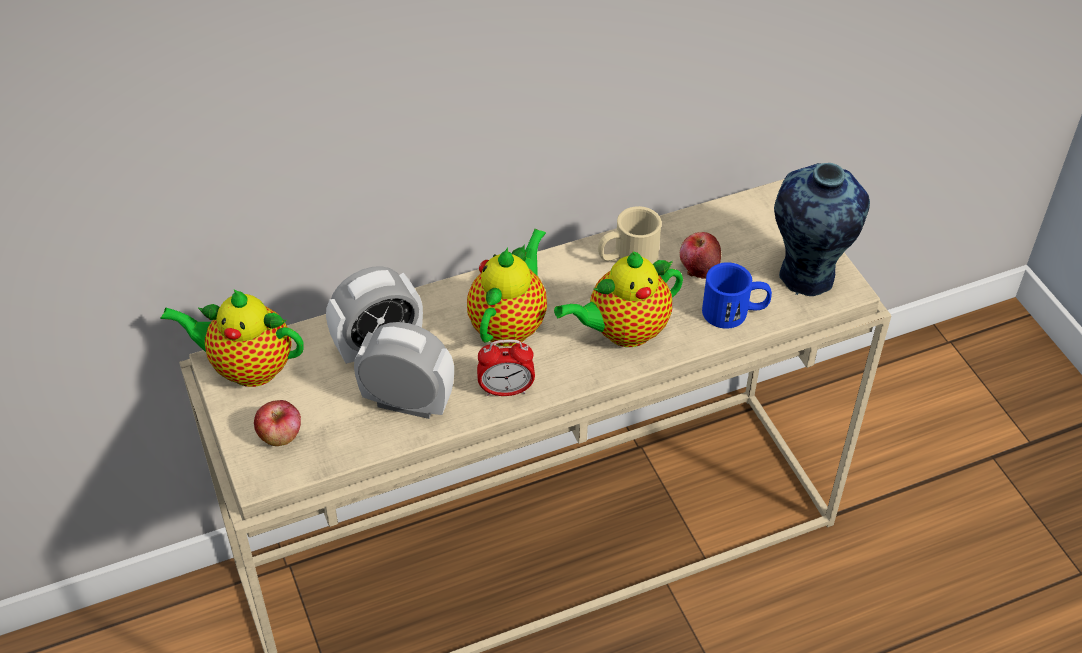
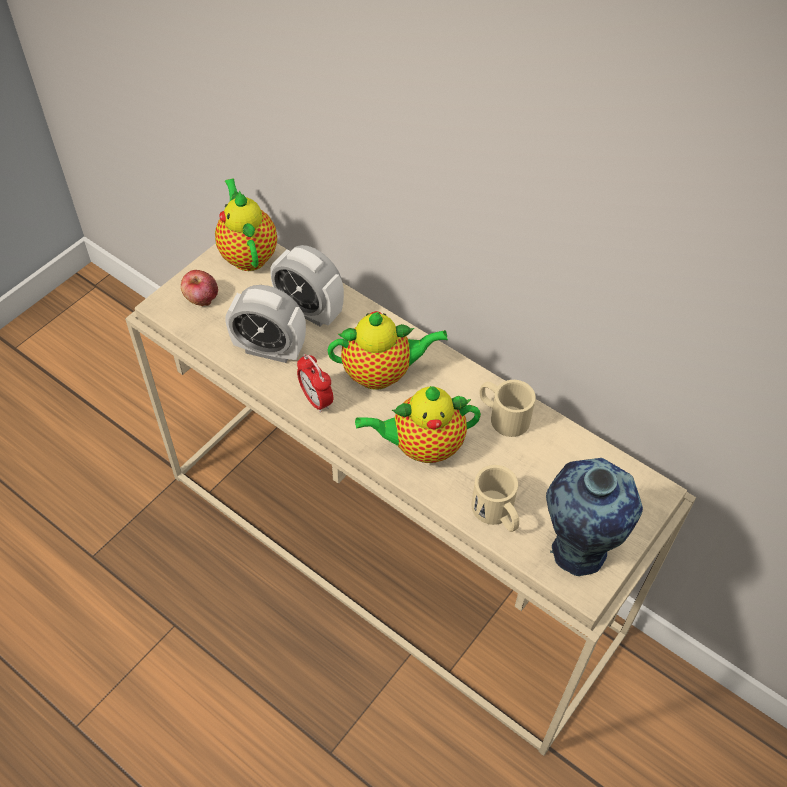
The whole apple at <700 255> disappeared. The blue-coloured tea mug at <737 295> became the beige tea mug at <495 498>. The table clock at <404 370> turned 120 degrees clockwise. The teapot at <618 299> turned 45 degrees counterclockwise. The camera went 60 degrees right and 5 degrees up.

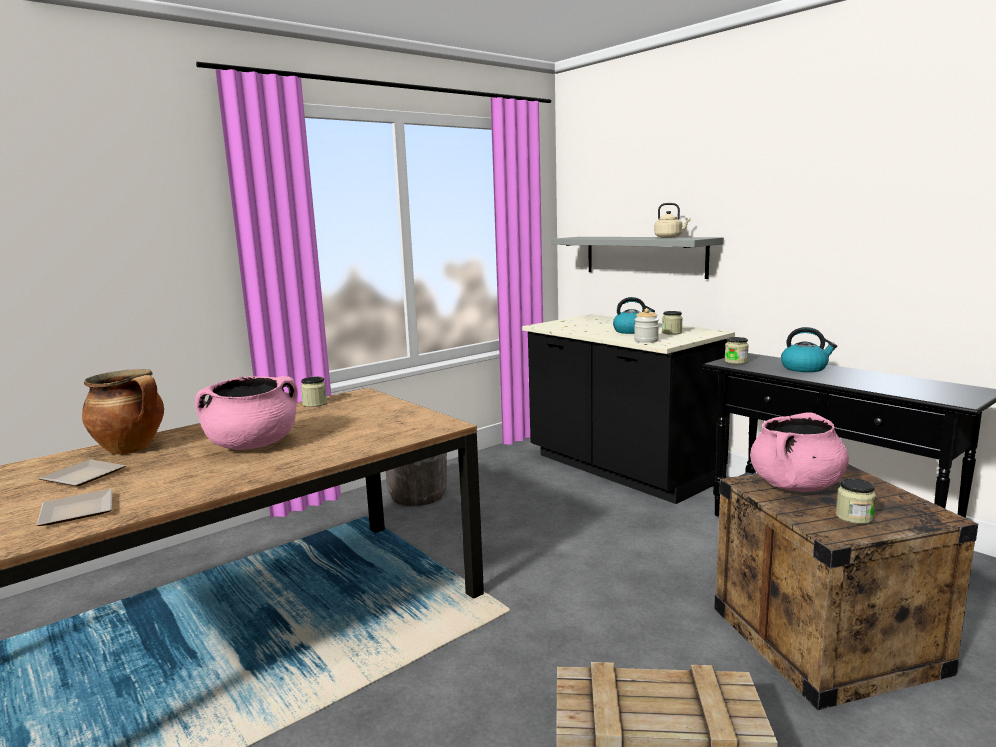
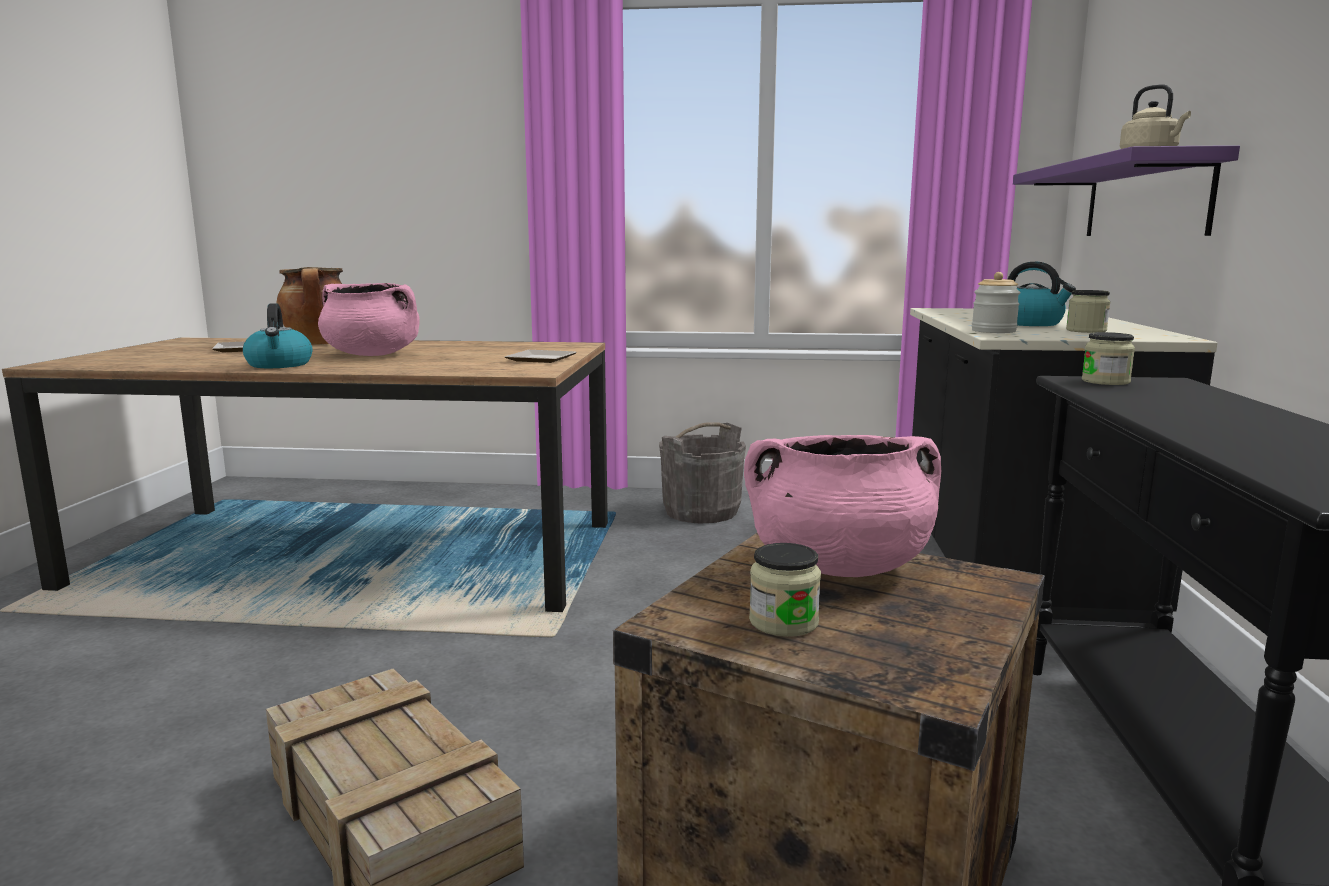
The jar at <314 392> disappeared. The dinner plate moved from <74 507> to <541 356>. The water kettle moved from <809 349> to <277 335>. The gray wall shelf at <637 258> became the purple-coloured wall shelf at <1126 190>. The camera went 45 degrees right and 0 degrees up.

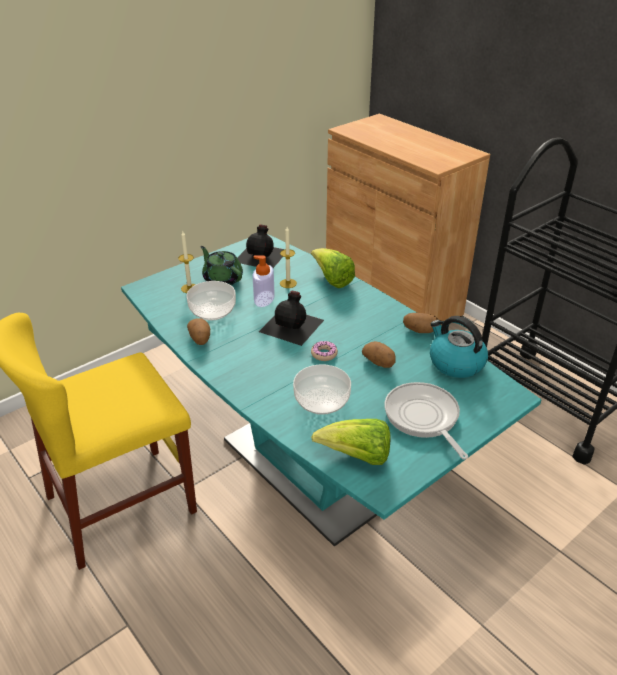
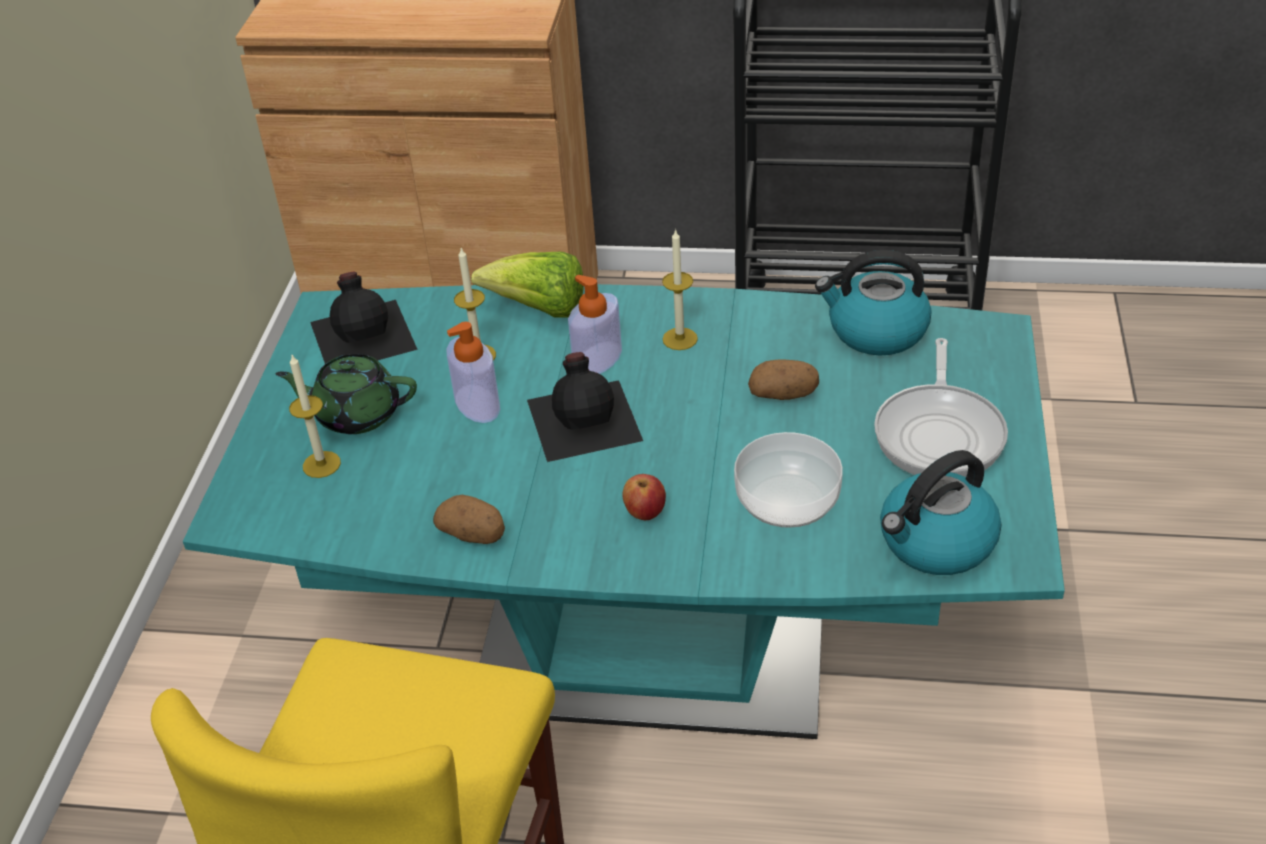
The deep dish at <211 300> disappeared. The doughnut at <324 351> disappeared. The spud at <420 323> disappeared. The soap dispenser at <595 324> appeared. The whole apple at <644 497> appeared. The candle at <680 289> appeared. The lettuce at <351 442> was replaced by the water kettle at <940 512>. The pan at <426 420> turned 105 degrees counterclockwise. The camera went 40 degrees left and 5 degrees up.

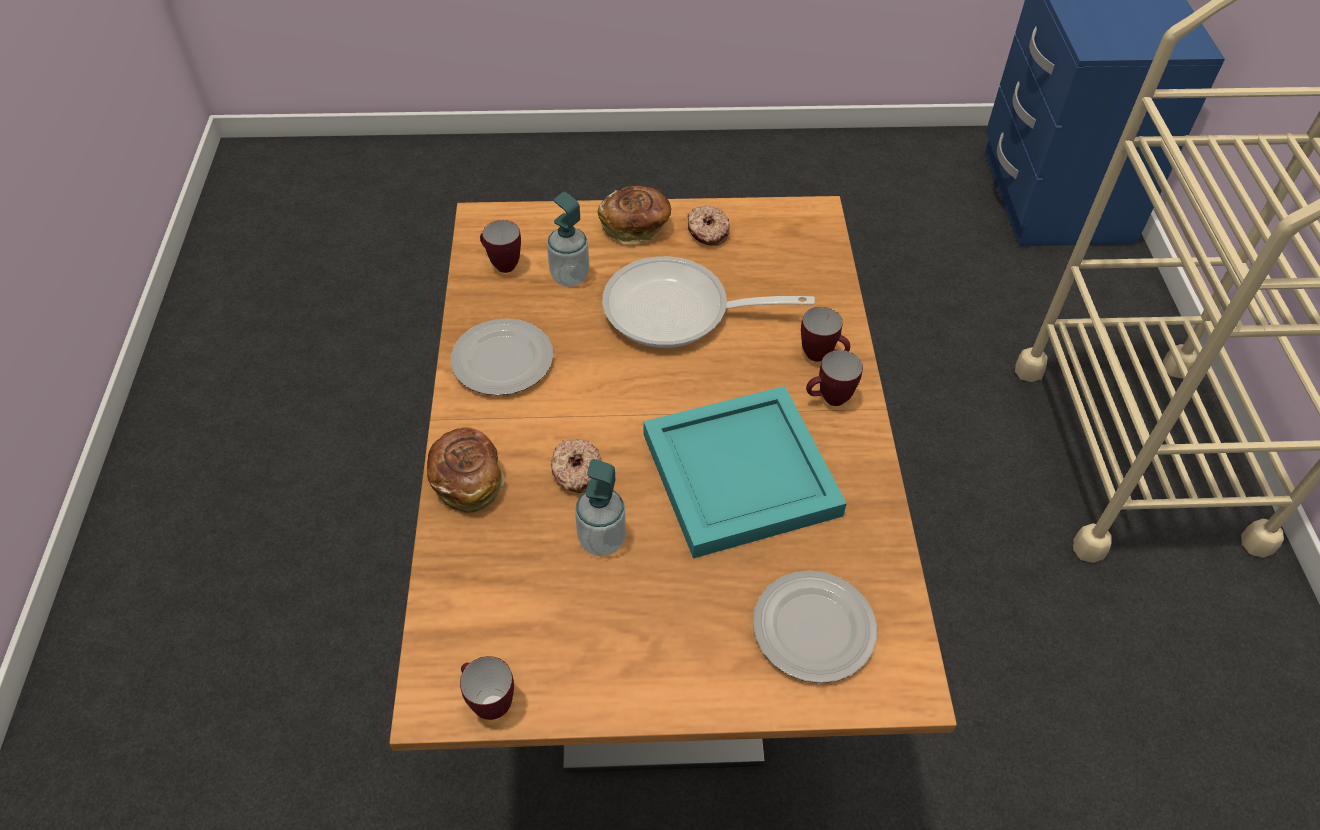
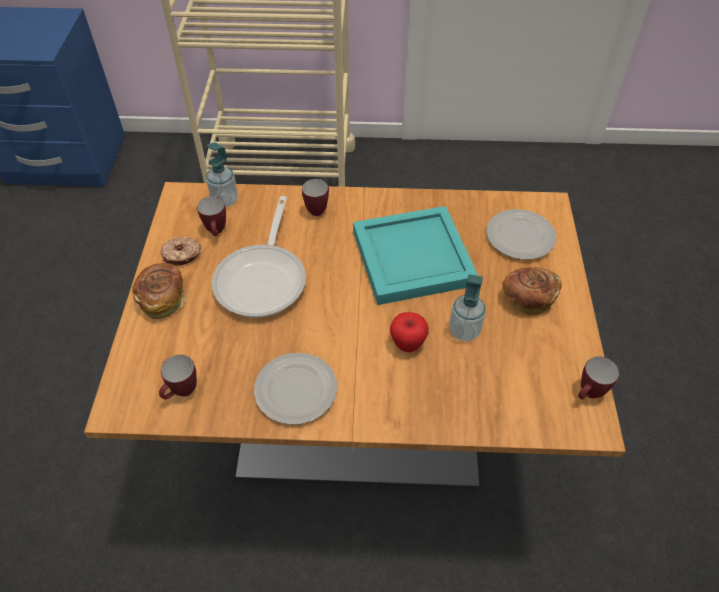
The baked bread moved from <465 470> to <532 291>. The soap dispenser moved from <568 239> to <222 174>. The tea mug moved from <834 378> to <211 216>. The doughnut at <576 466> was replaced by the whole apple at <409 332>. The camera went 85 degrees left and 0 degrees up.

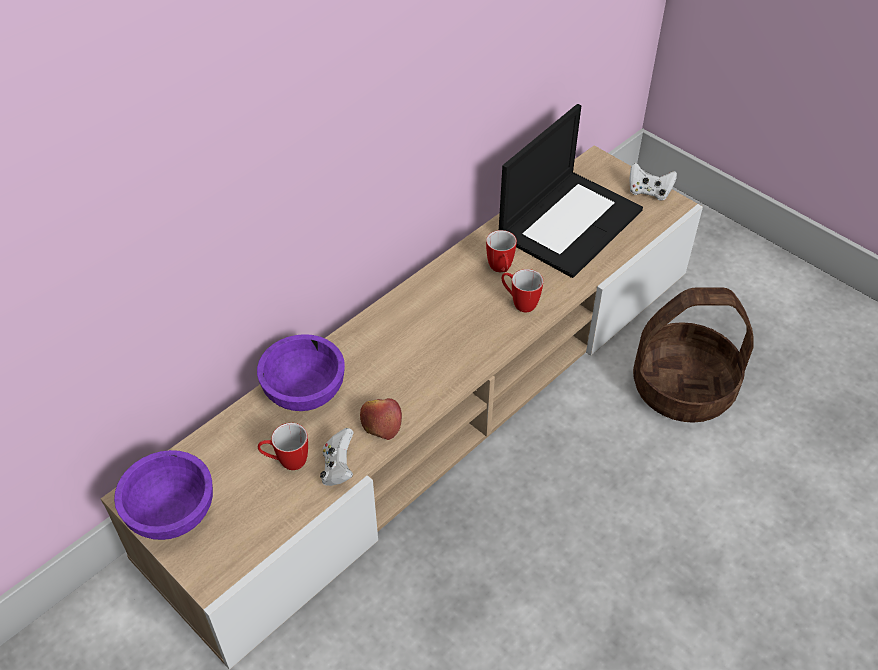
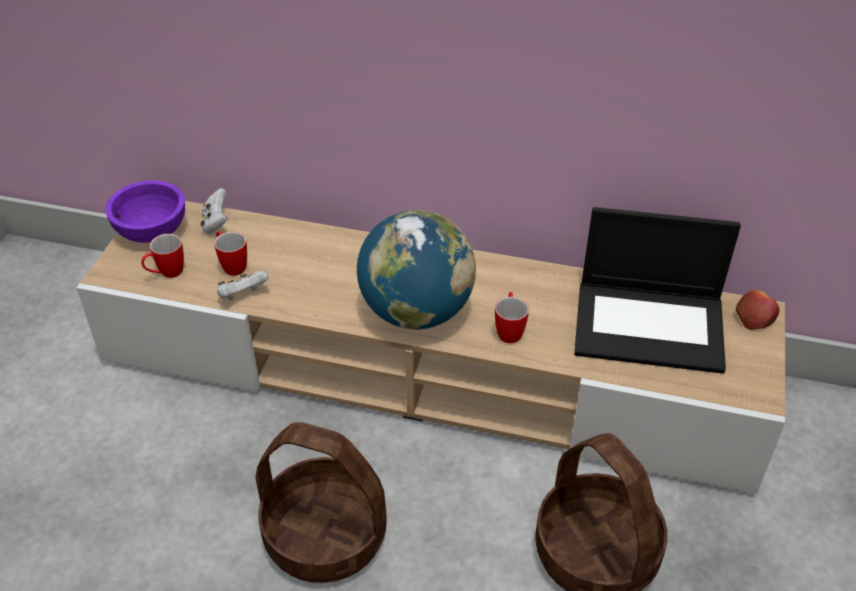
The purple-coloured deep dish at <301 372> disappeared. The basket at <321 502> appeared. The world globe at <416 269> appeared. The whole apple moved from <381 419> to <758 310>. The tea mug moved from <501 251> to <162 256>. The whitish game controller moved from <653 182> to <214 211>. The camera went 60 degrees right and 5 degrees down.

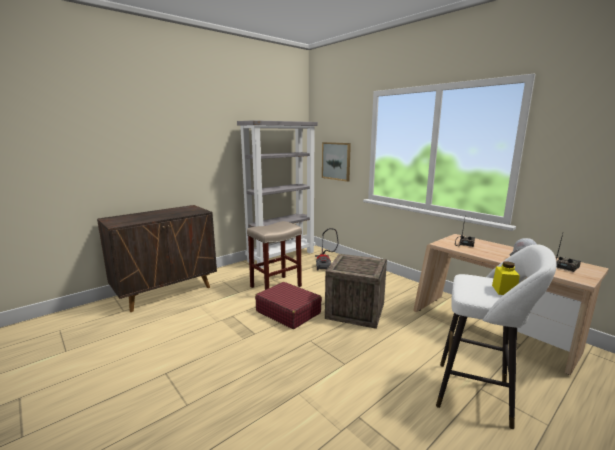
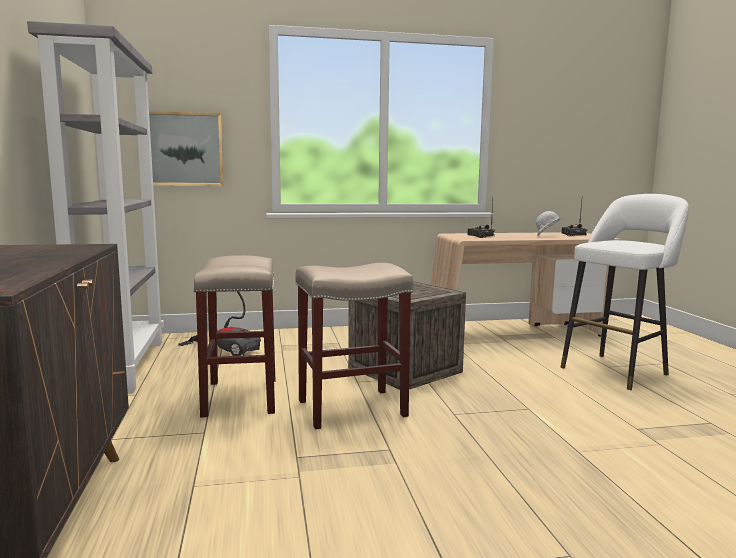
The yellow-coloured jar at <506 278> disappeared. The red travel case at <288 305> was replaced by the beige stool at <354 346>. The camera went 60 degrees left and 5 degrees down.

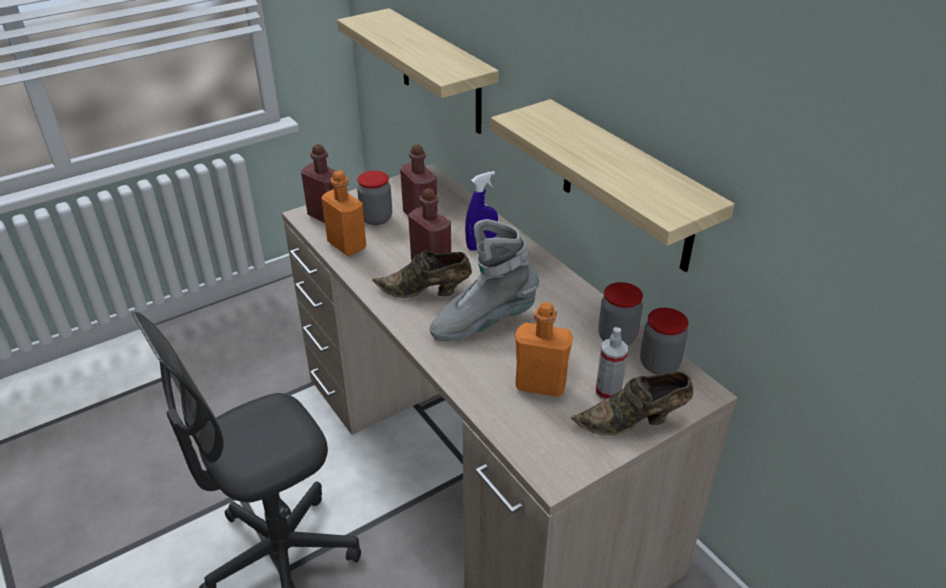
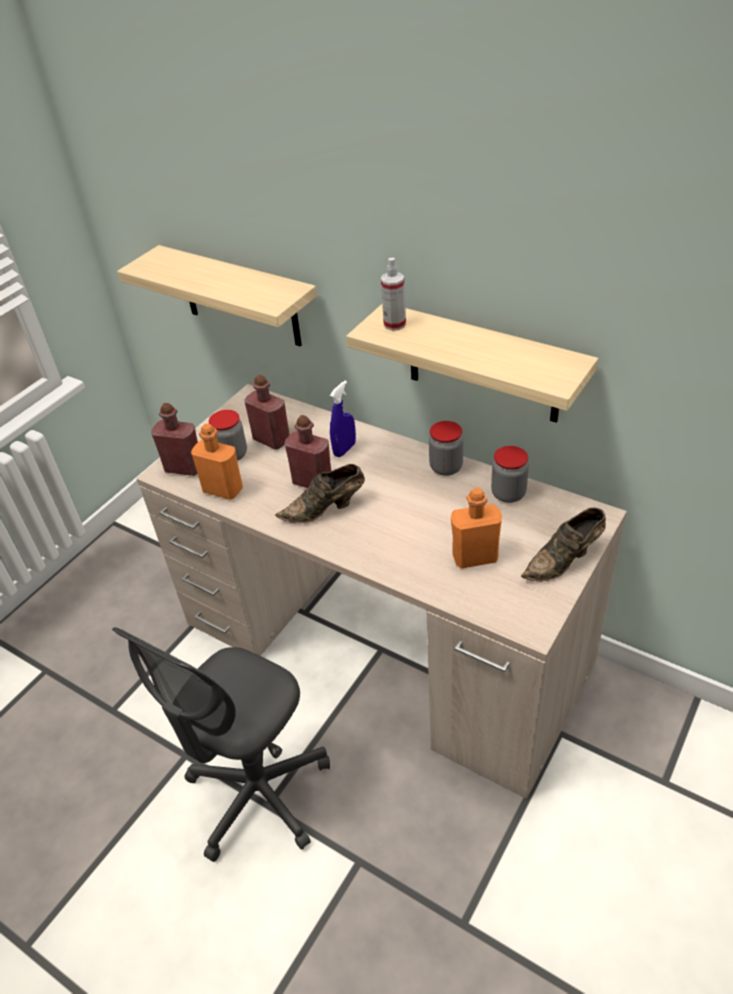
The gray tall boot at <484 280> disappeared. The spray bottle moved from <612 363> to <393 294>. The jar moved from <664 341> to <446 448>. The camera went 20 degrees left and 5 degrees up.

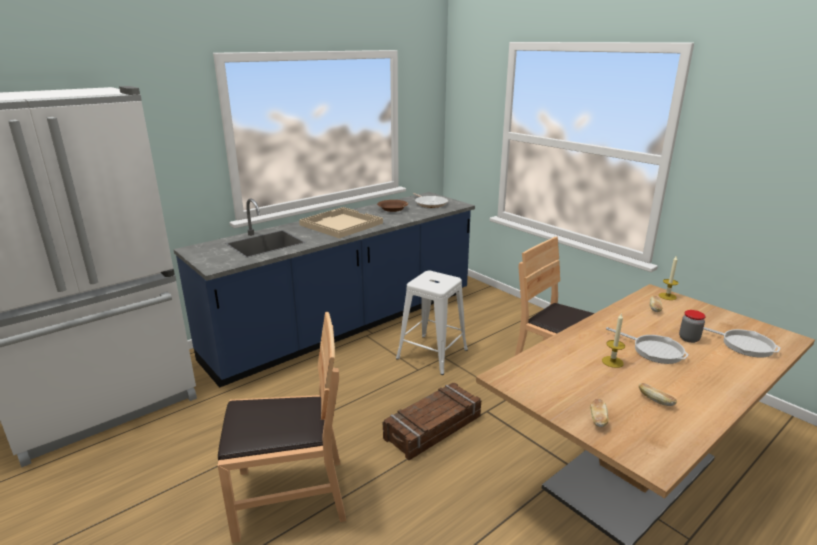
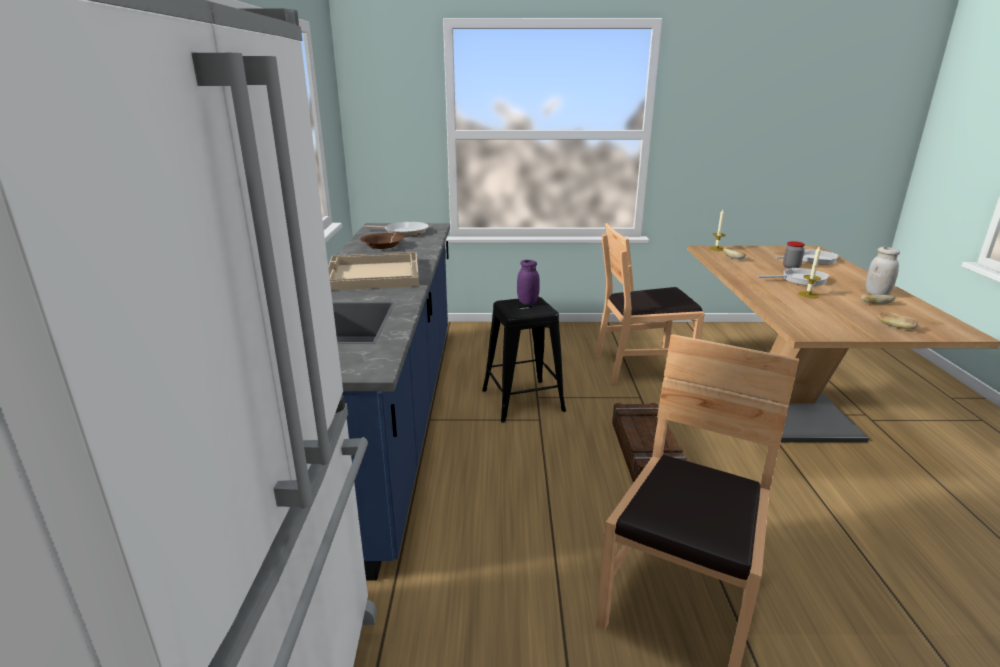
The purple-coloured jar at <528 282> appeared. The whitish jar at <883 271> appeared. The whitish stool at <432 323> became the black-coloured stool at <524 360>. The camera went 50 degrees left and 0 degrees up.

